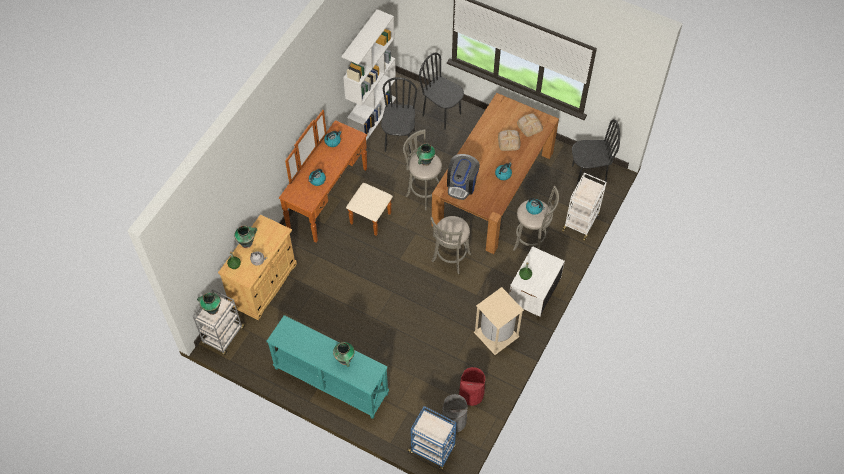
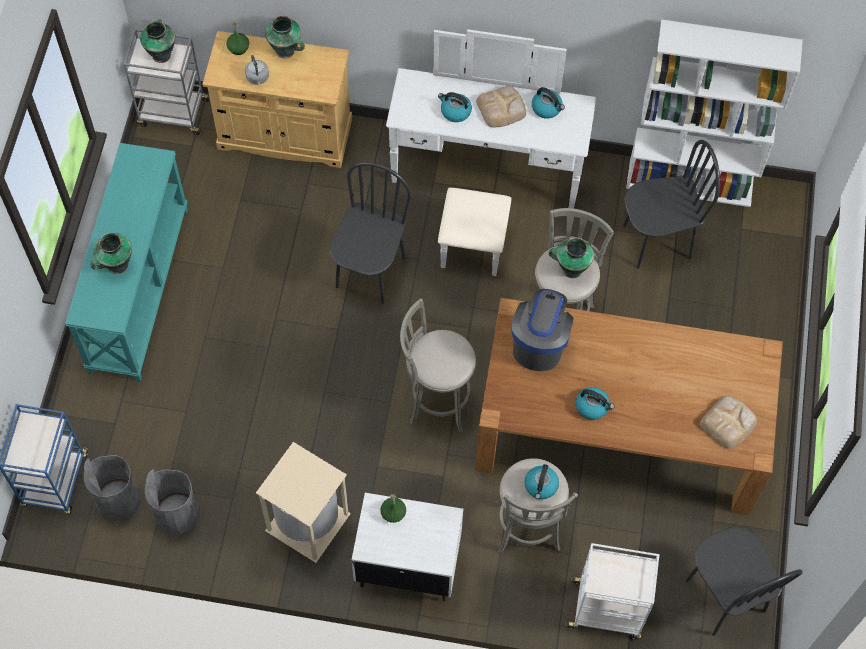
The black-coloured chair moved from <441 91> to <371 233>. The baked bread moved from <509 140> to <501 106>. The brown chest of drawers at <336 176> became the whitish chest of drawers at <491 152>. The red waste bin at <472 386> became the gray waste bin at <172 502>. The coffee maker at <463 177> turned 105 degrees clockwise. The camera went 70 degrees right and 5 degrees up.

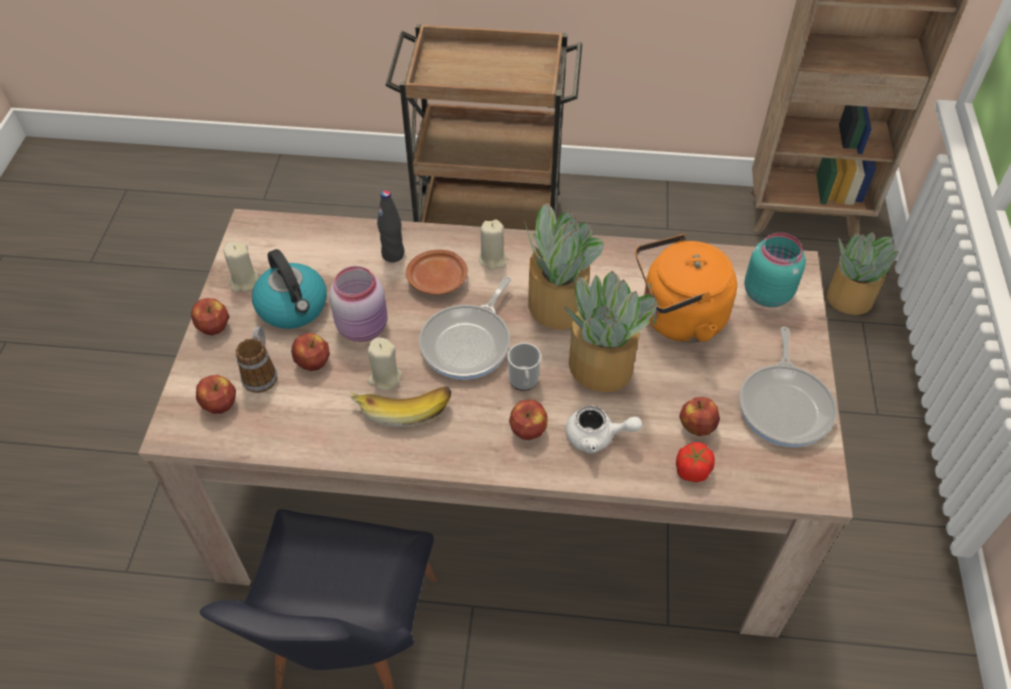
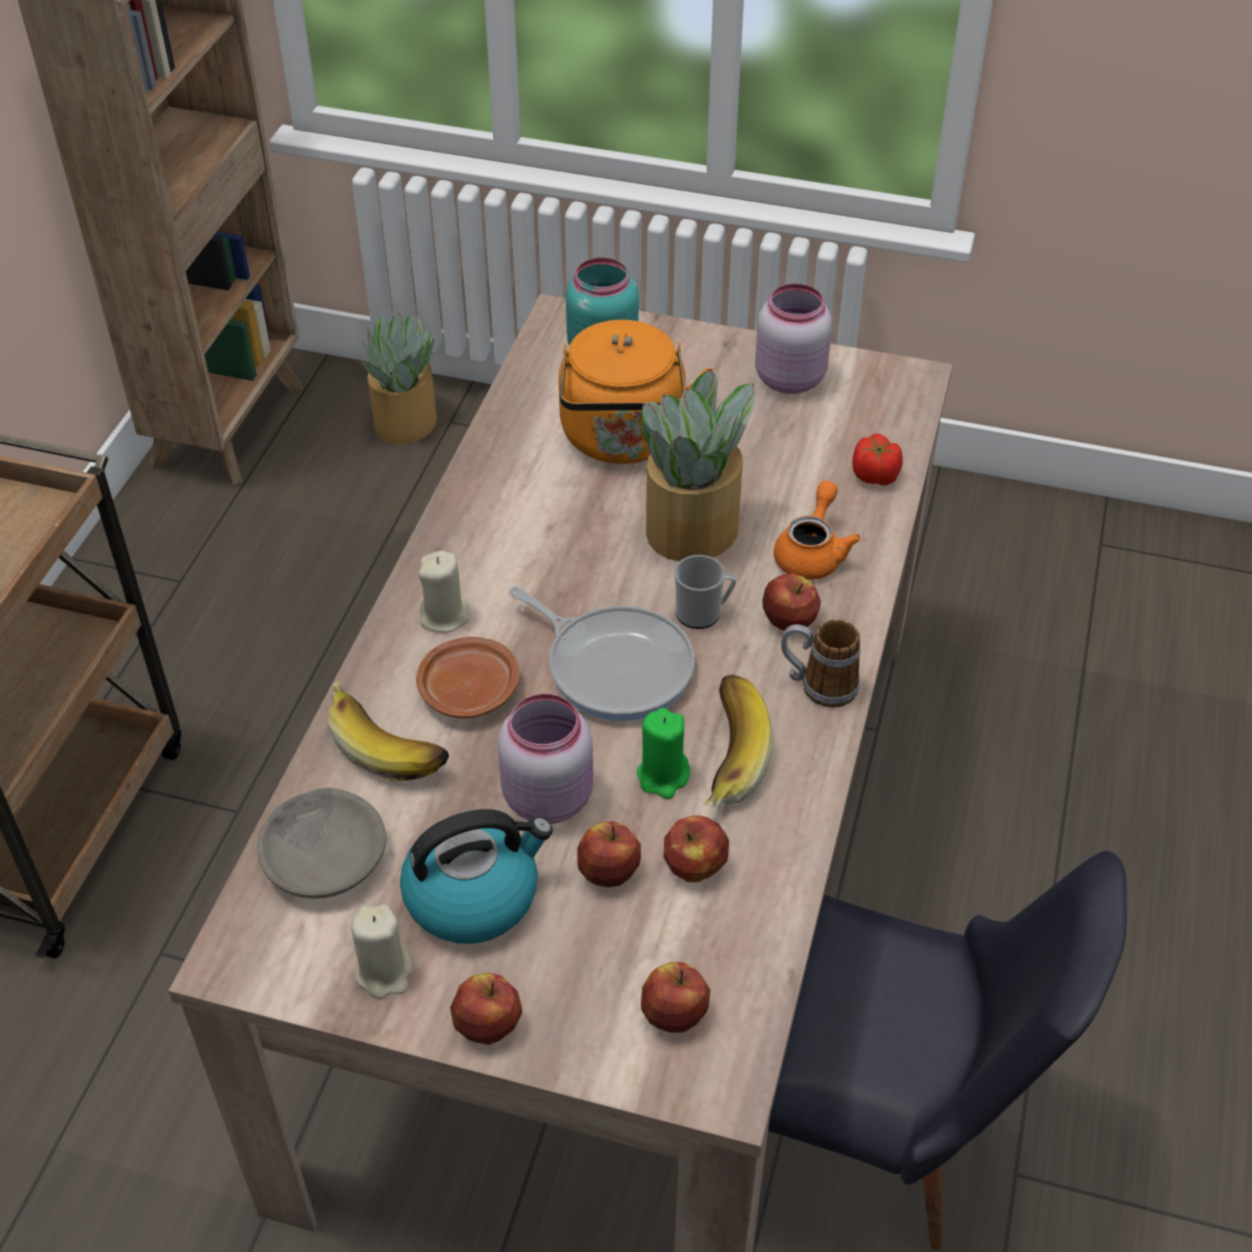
The potted plant at <563 266> disappeared. The gray deep dish at <321 843> appeared. The tea mug moved from <257 359> to <821 663>. The whole apple moved from <699 416> to <696 848>. The black-coloured bottle at <390 226> was replaced by the banana fruit at <388 730>. The pan at <788 386> was replaced by the pinkish jar at <793 339>. The beige candle at <384 363> became the green-coloured candle at <663 753>. The whitish teapot at <604 429> became the orange-coloured teapot at <817 530>. The camera went 80 degrees left and 5 degrees down.

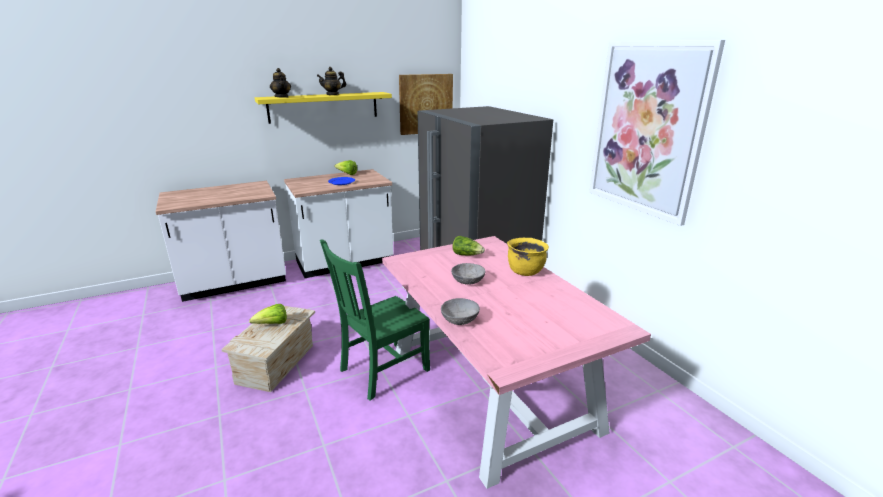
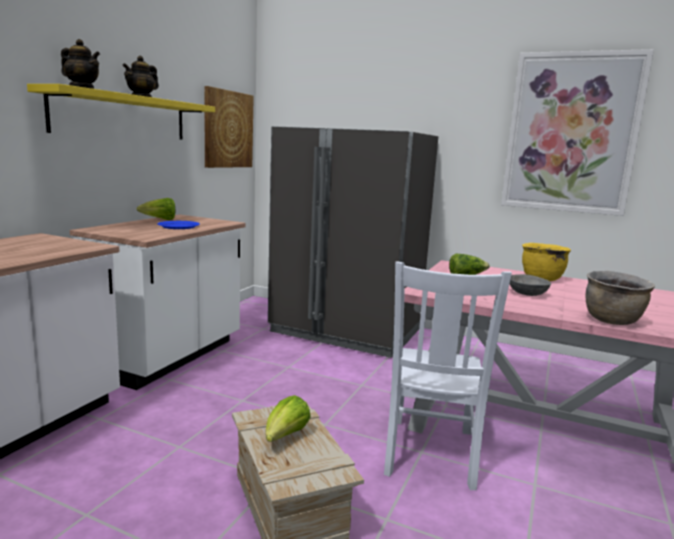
The gray deep dish at <460 311> was replaced by the brown cooking pot at <620 298>. The green-coloured chair at <375 320> became the whitish chair at <448 375>. The camera went 40 degrees left and 10 degrees down.

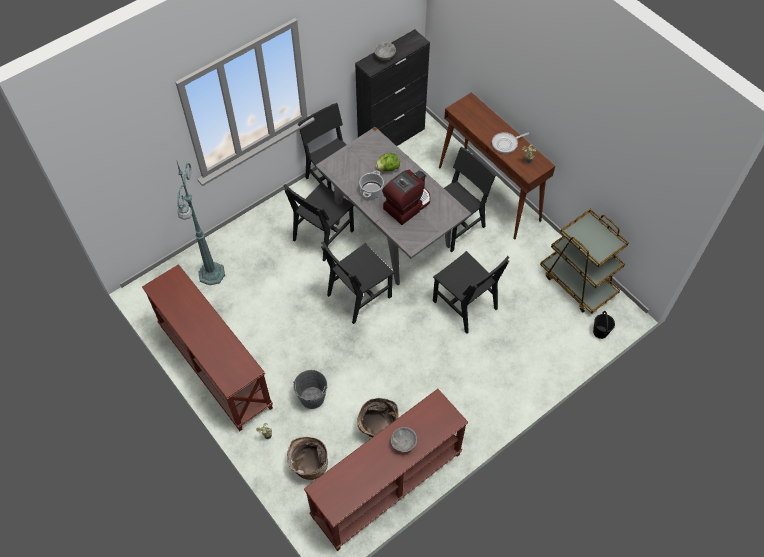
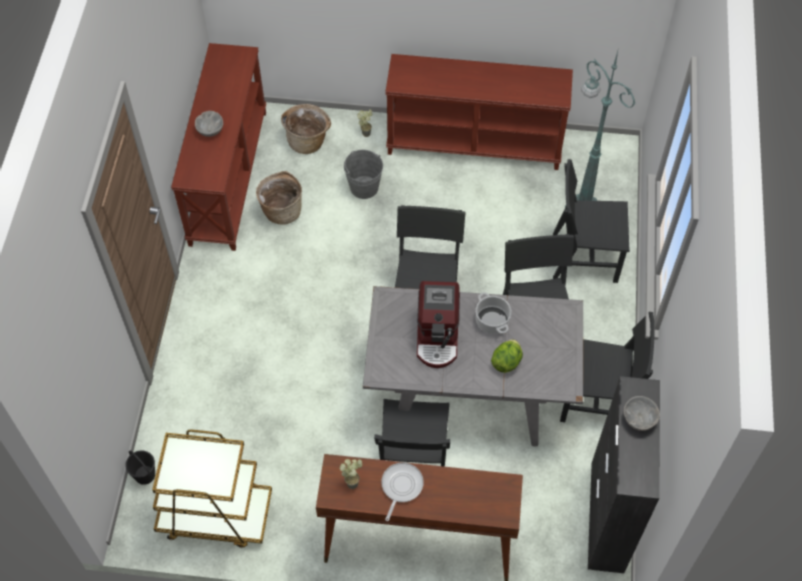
The black-coloured chair moved from <471 292> to <591 221>. The camera went 135 degrees right and 0 degrees up.

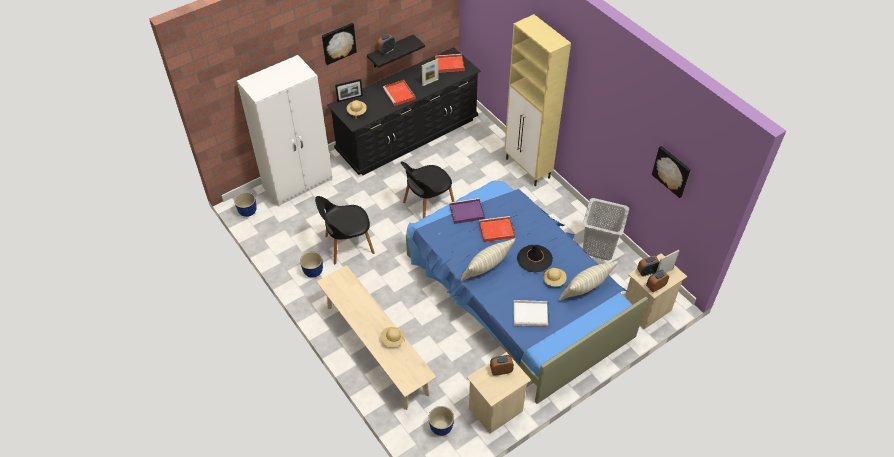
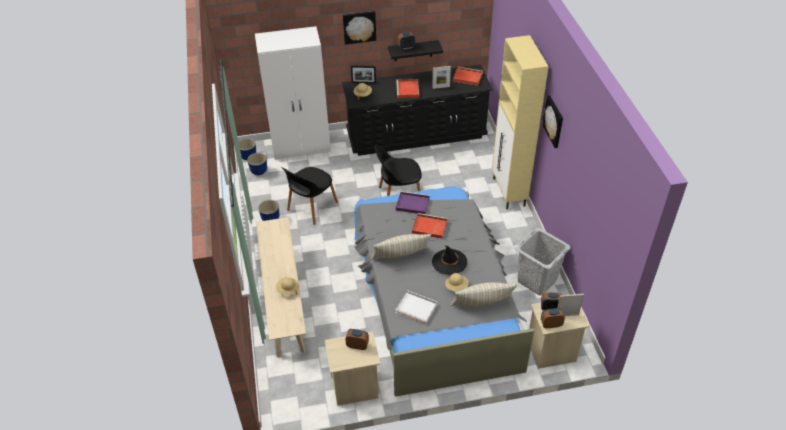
The plant pot moved from <441 421> to <257 164>. The wall art moved from <671 172> to <552 121>. The blue-coloured sleeping bed at <527 292> became the gray sleeping bed at <444 291>. The black-coloured chair at <345 230> turned 60 degrees counterclockwise. The camera went 25 degrees right and 5 degrees down.

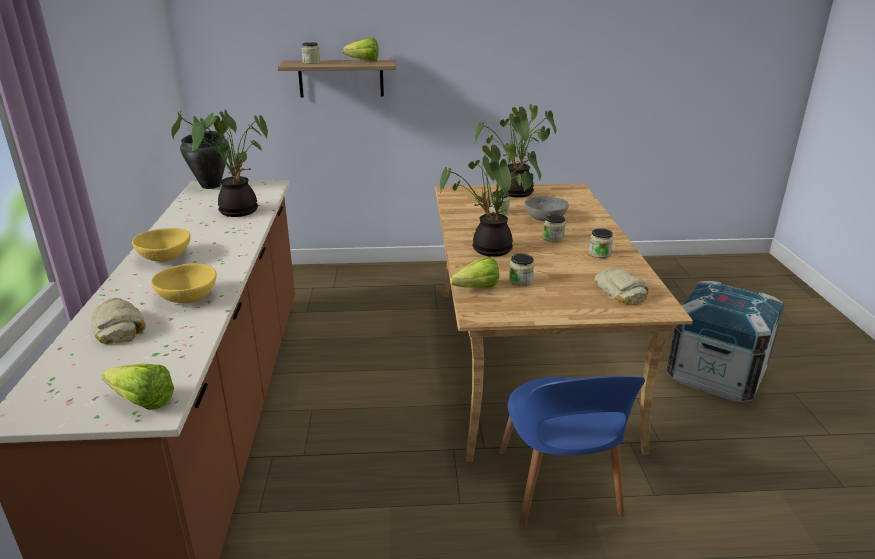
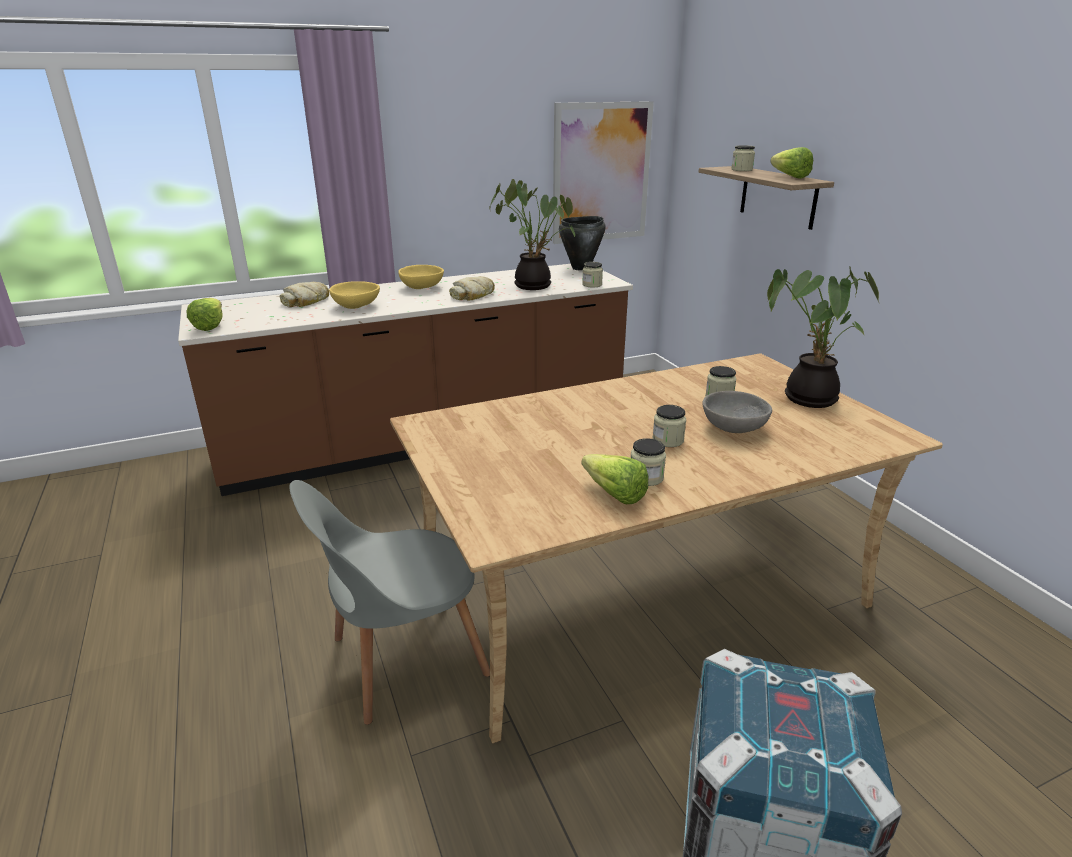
The potted plant at <490 200> disappeared. The wall art at <603 172> appeared. The lettuce moved from <474 272> to <615 479>. The jar moved from <521 270> to <592 274>. The baked bread moved from <621 285> to <472 288>. The blue-coloured chair at <572 450> became the gray chair at <389 602>. The camera went 70 degrees right and 0 degrees up.

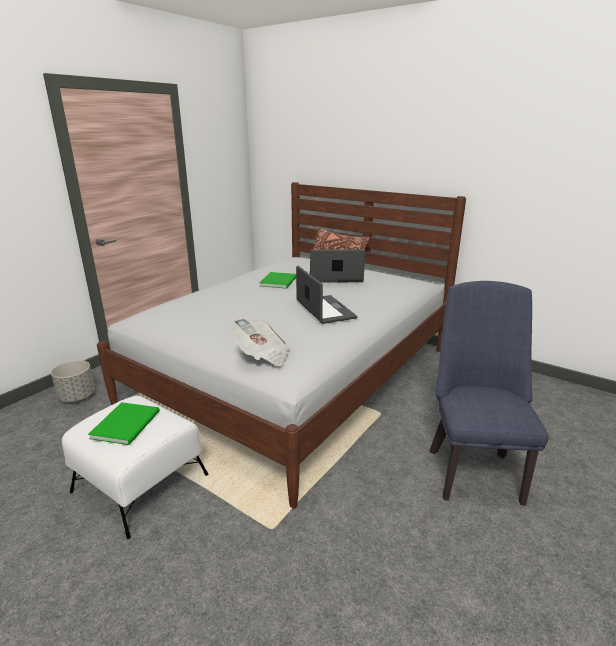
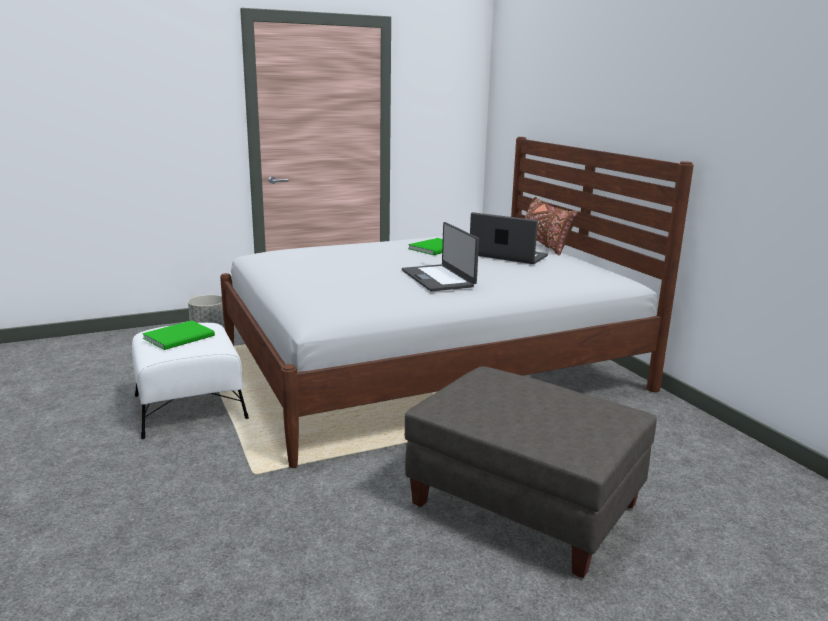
The daily paper at <260 342> disappeared. The blue-coloured chair at <489 393> was replaced by the gray ottoman at <531 472>. The portable computer at <326 295> turned 150 degrees clockwise. The camera went 30 degrees right and 5 degrees down.

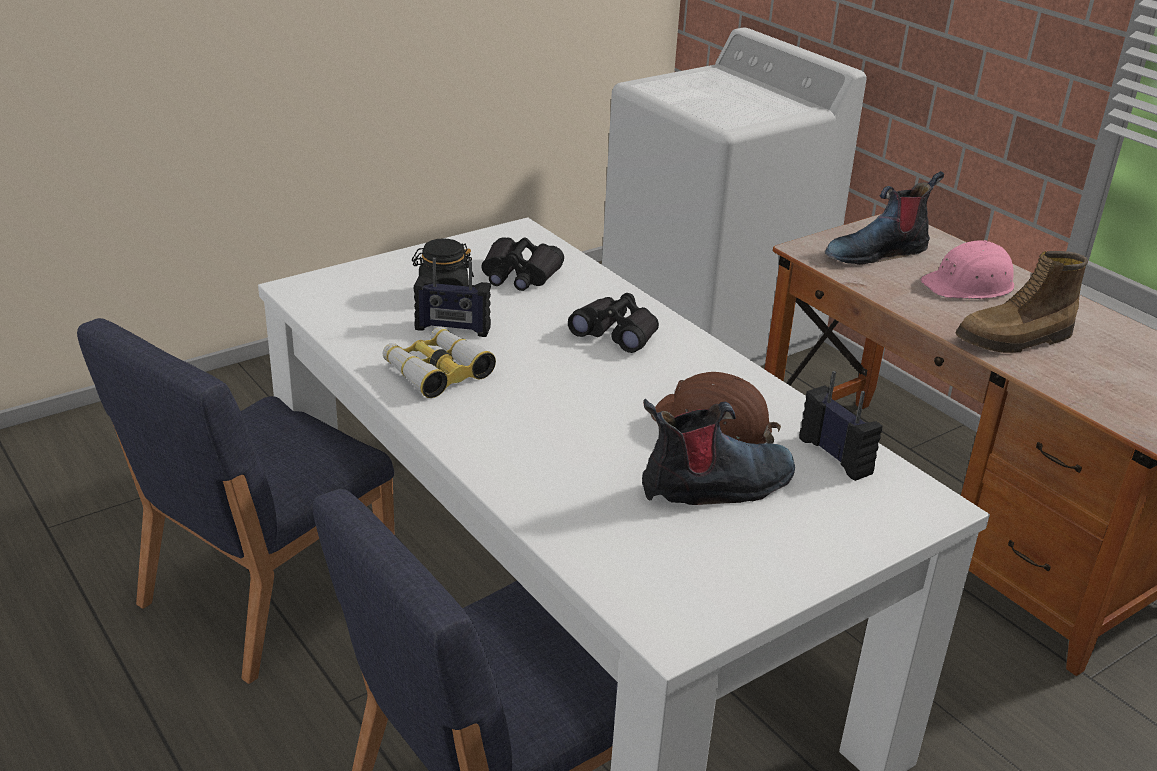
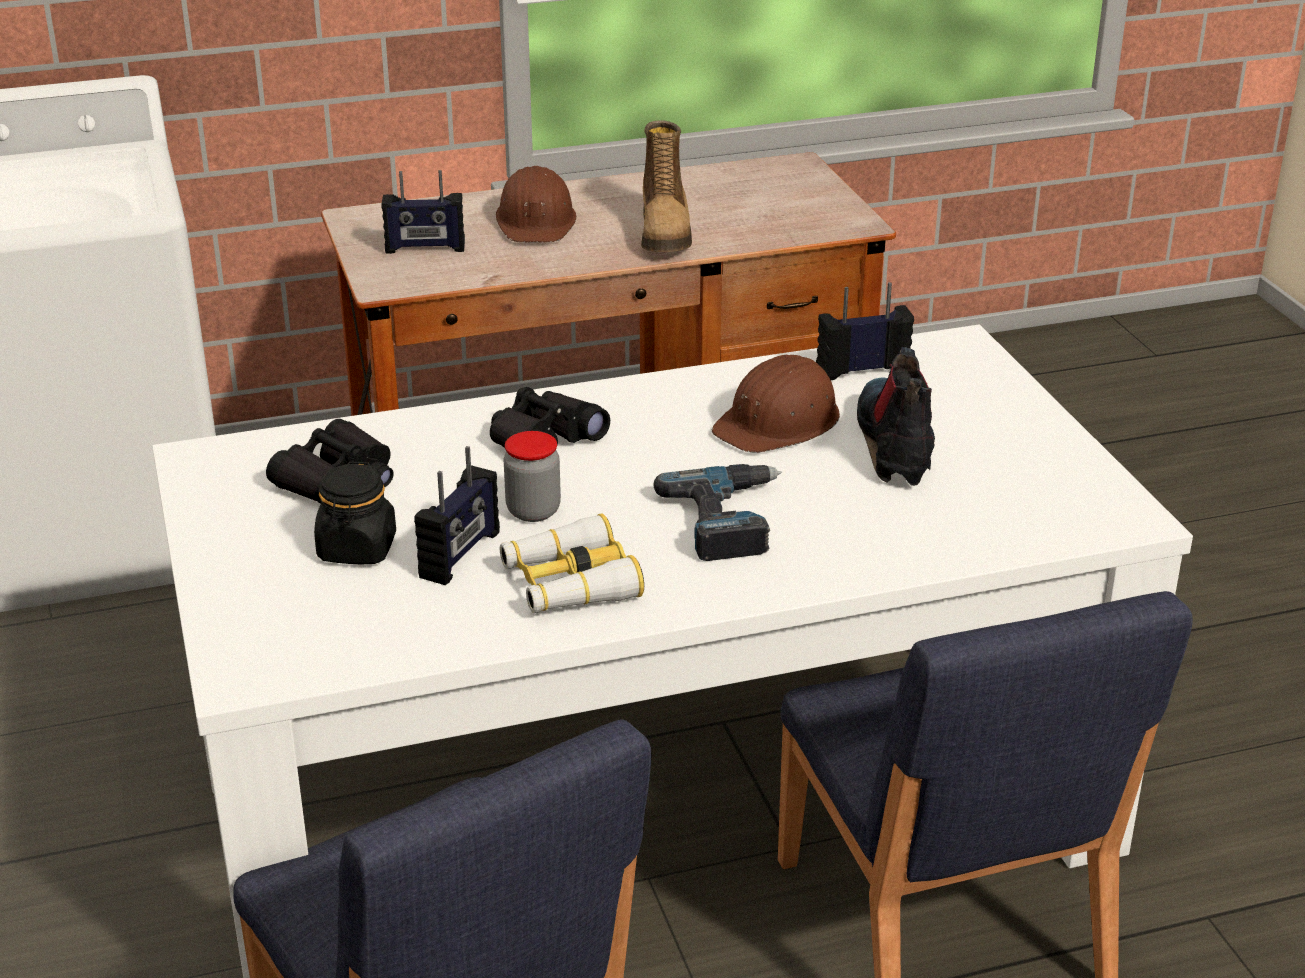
The jar at <532 476> appeared. The power drill at <717 512> appeared. The tall boot at <884 218> was replaced by the radio receiver at <423 212>. The pinkish hard hat at <967 269> became the brown hard hat at <536 204>. The camera went 70 degrees left and 0 degrees up.

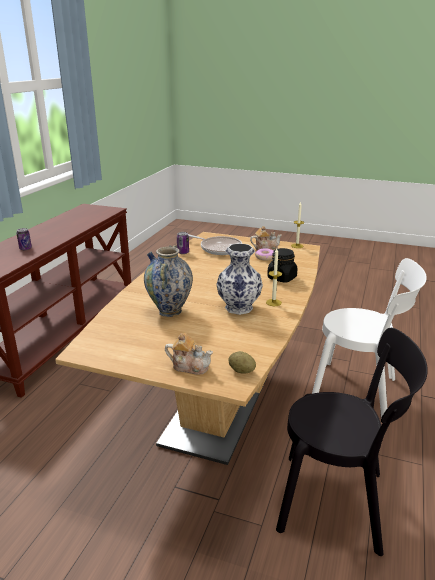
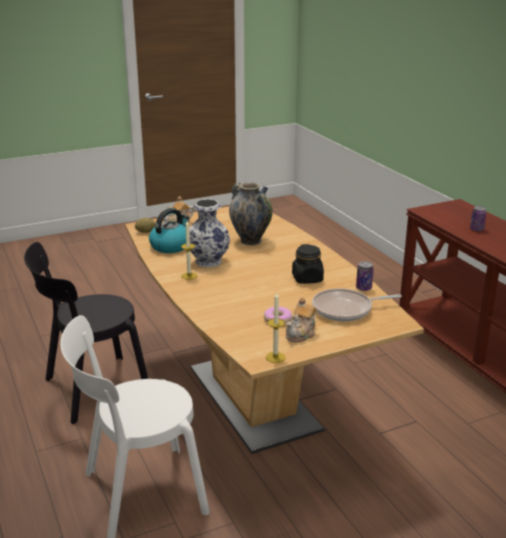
The water kettle at <169 230> appeared. The black-coloured jar moved from <282 265> to <308 264>. The camera went 135 degrees right and 0 degrees up.

